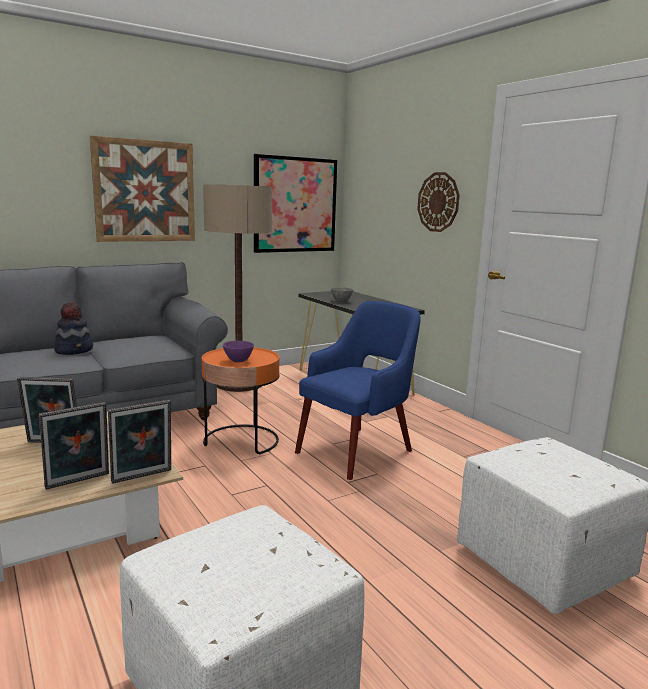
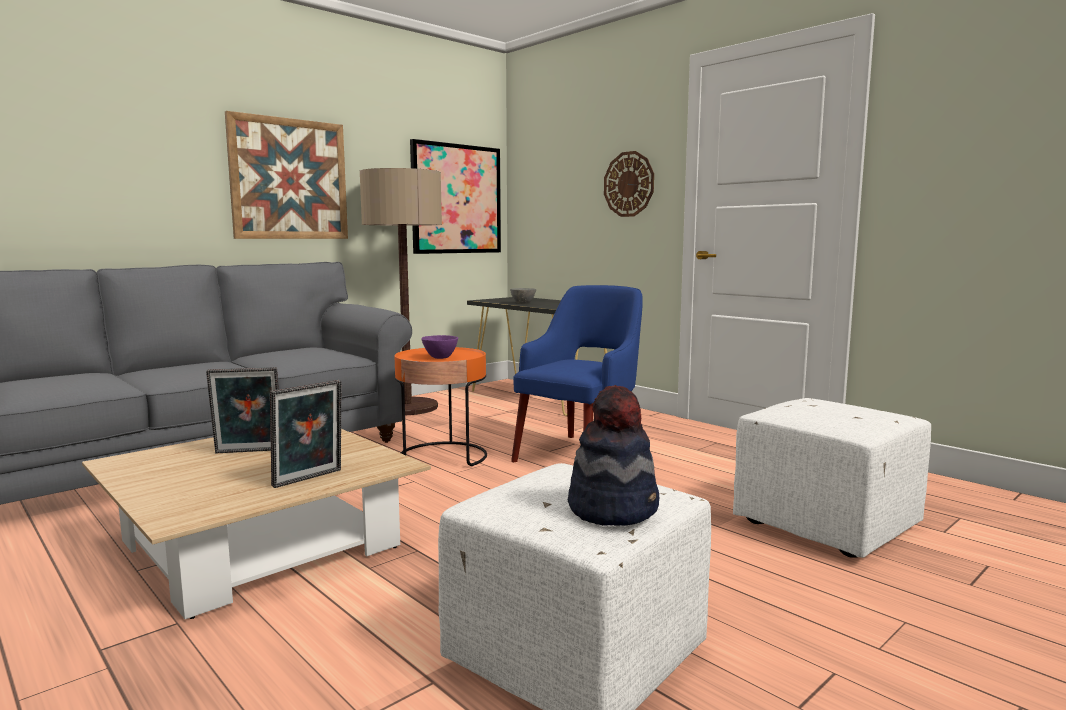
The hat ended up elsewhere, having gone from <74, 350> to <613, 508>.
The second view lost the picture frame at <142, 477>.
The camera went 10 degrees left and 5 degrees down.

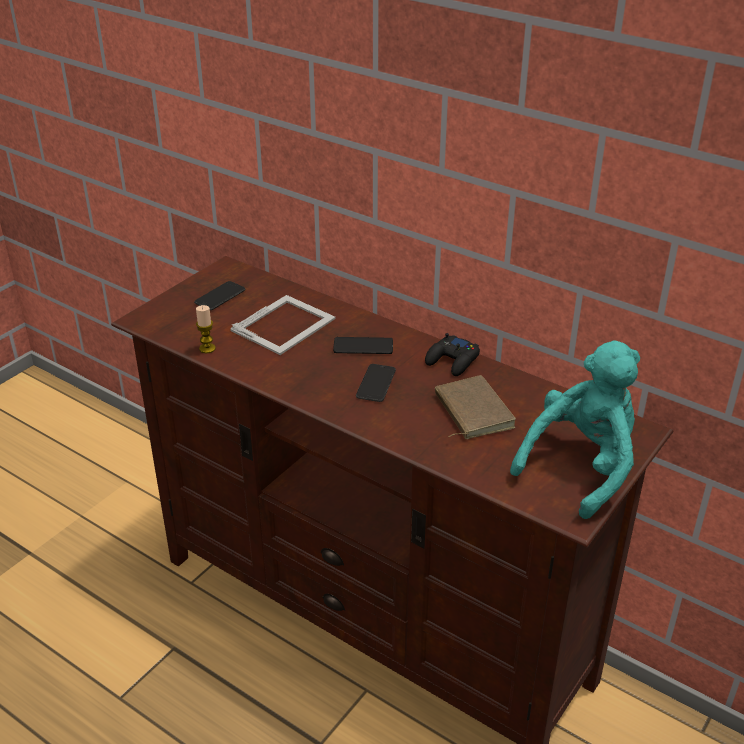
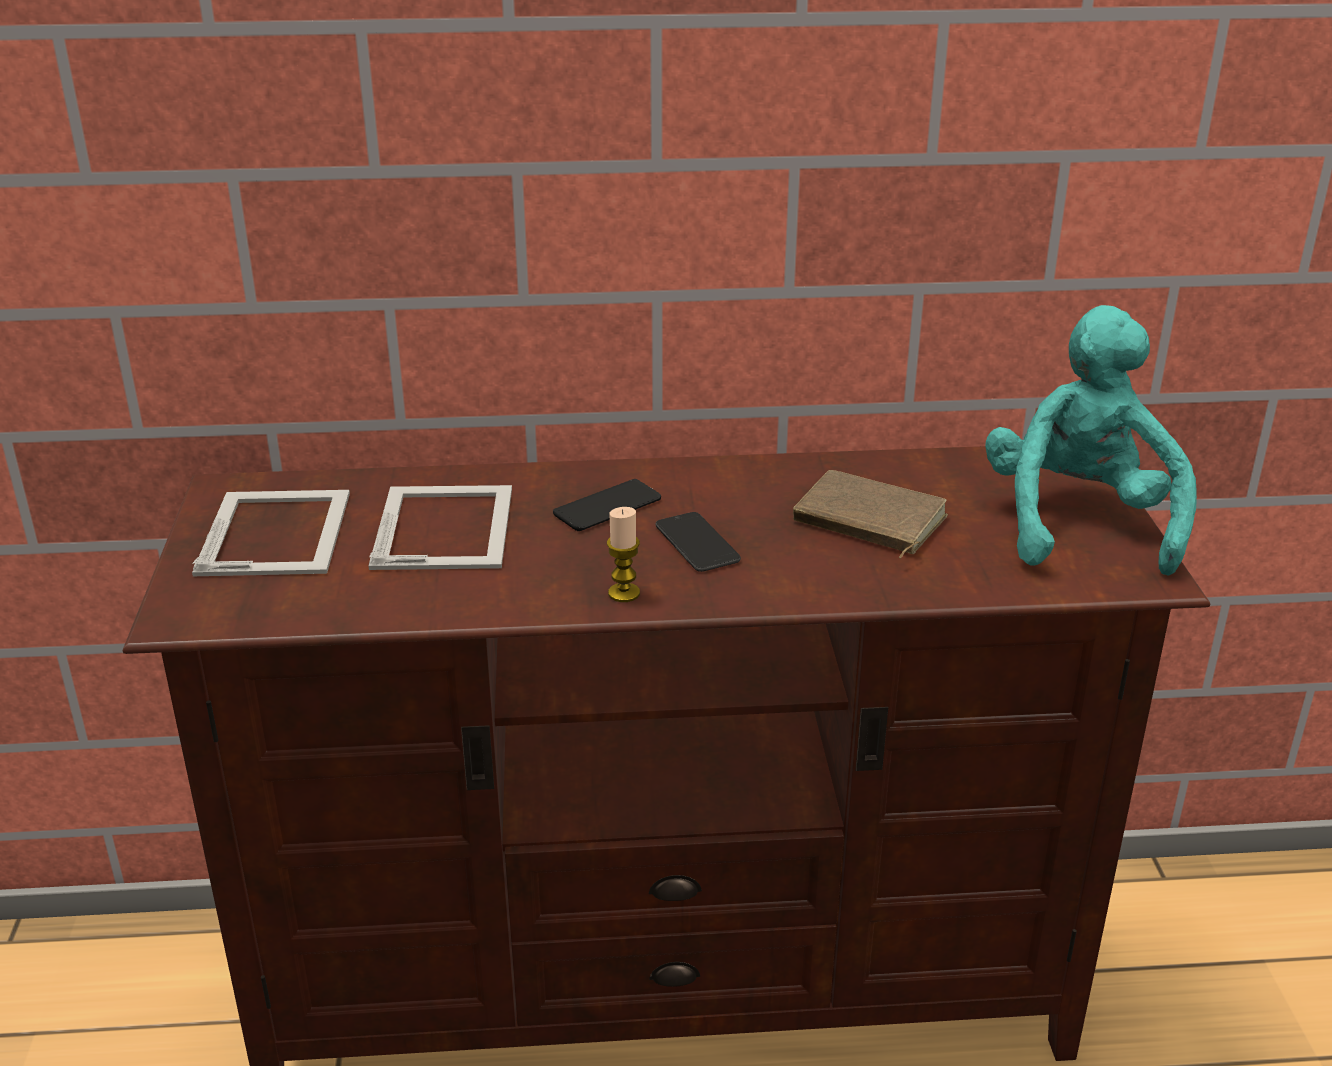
Where the phone stood at <220, 296>, the picture frame came to stand at <277, 531>.
The candle ended up elsewhere, having gone from <207, 348> to <624, 593>.
The second view lost the game controller in black at <452, 361>.
The camera went 40 degrees left and 5 degrees down.

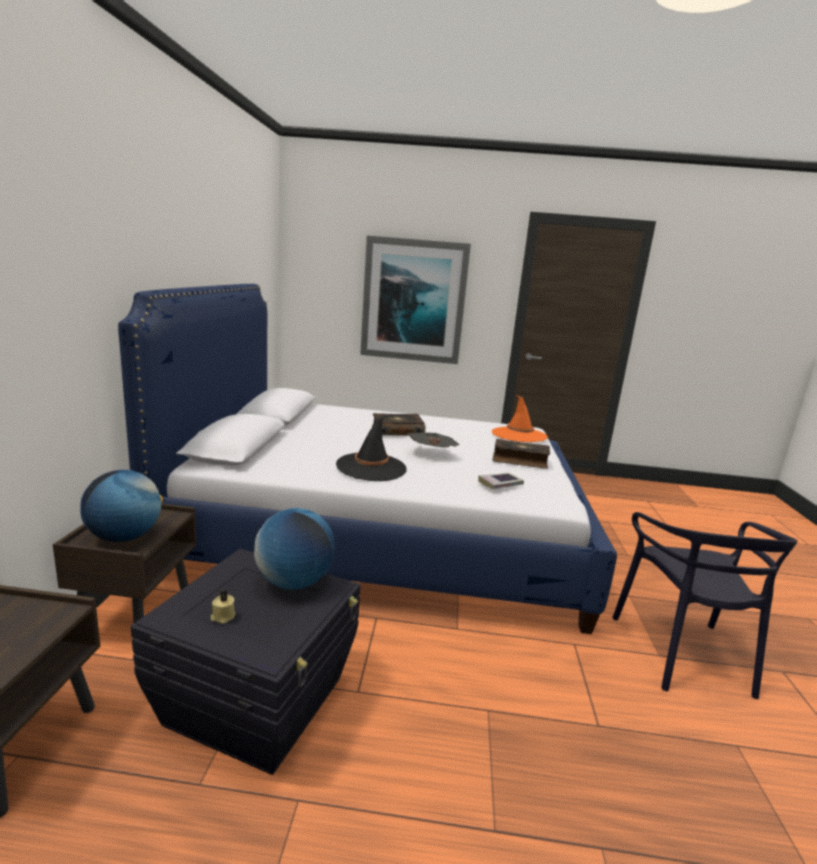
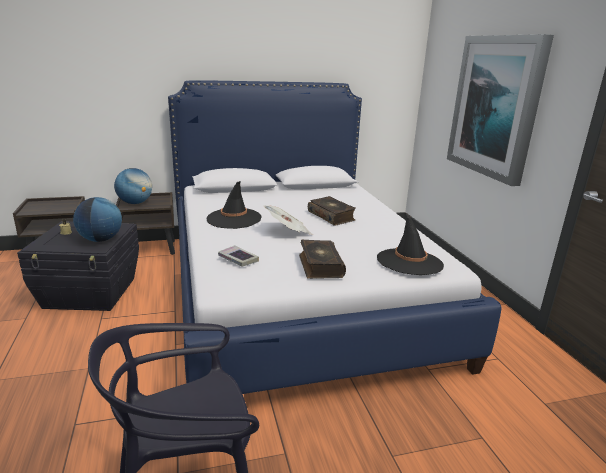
What was the hat in orange at <519, 435> turned into the hat in black at <409, 262>.
The camera went 70 degrees right and 5 degrees up.

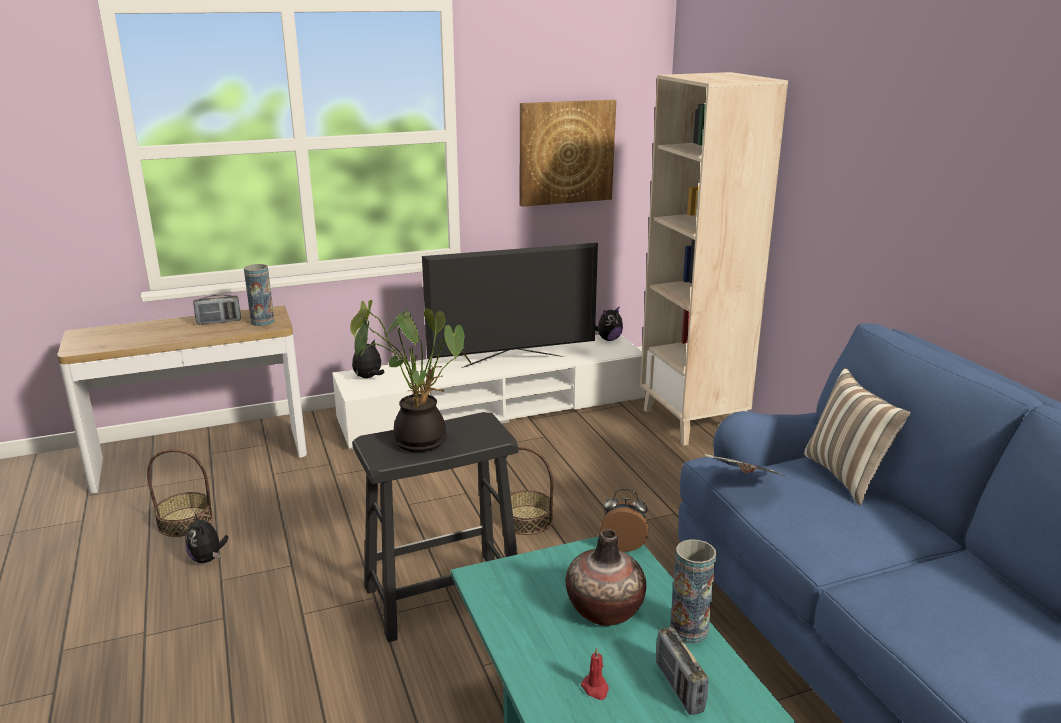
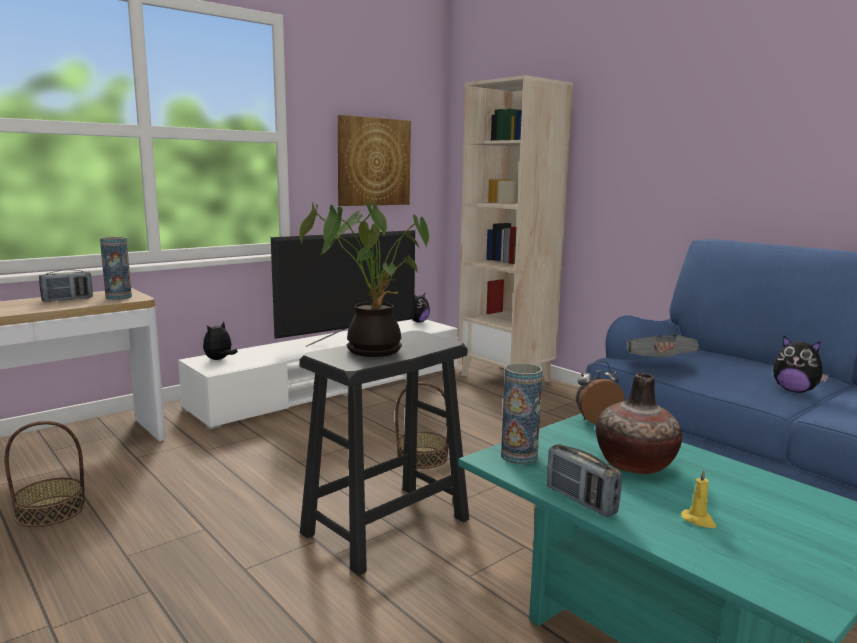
The plush toy ended up elsewhere, having gone from <208, 559> to <795, 391>.
What was the candle in red at <595, 689> turned into the candle in yellow at <699, 520>.
The radio ended up elsewhere, having gone from <679, 687> to <580, 500>.
The vase ended up elsewhere, having gone from <689, 630> to <519, 456>.
The second view lost the pillow at <847, 476>.
The camera went 20 degrees left and 10 degrees down.

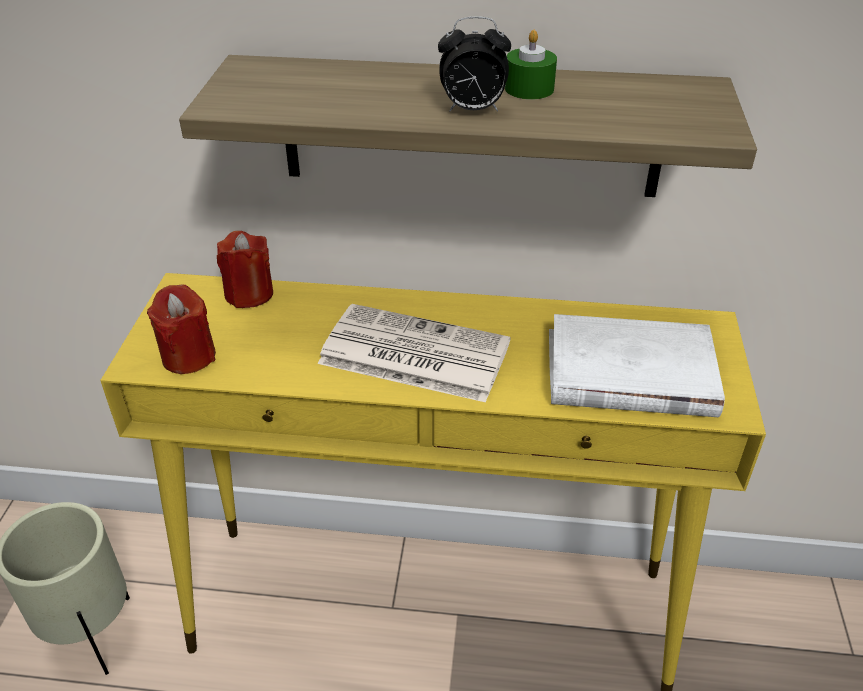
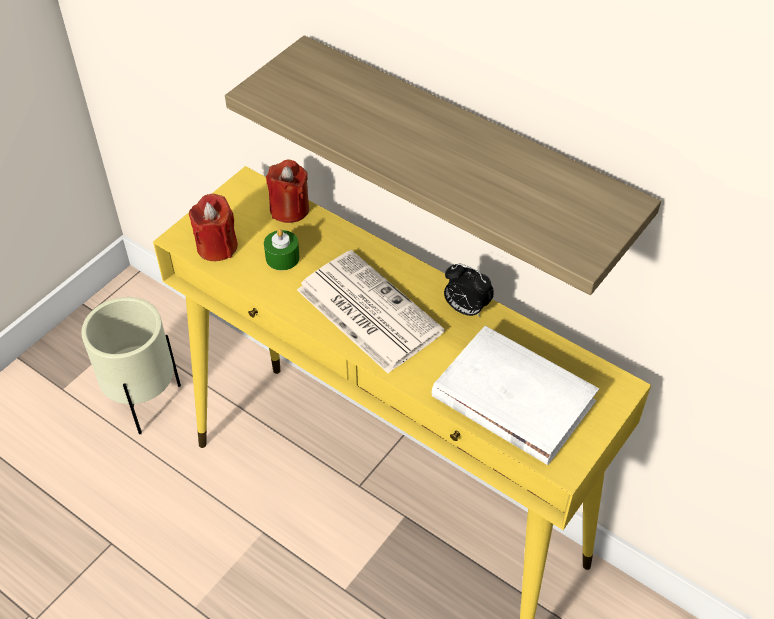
The alarm clock ended up elsewhere, having gone from <472, 110> to <465, 309>.
The candle in green ended up elsewhere, having gone from <529, 89> to <282, 257>.
The camera went 30 degrees right and 10 degrees up.

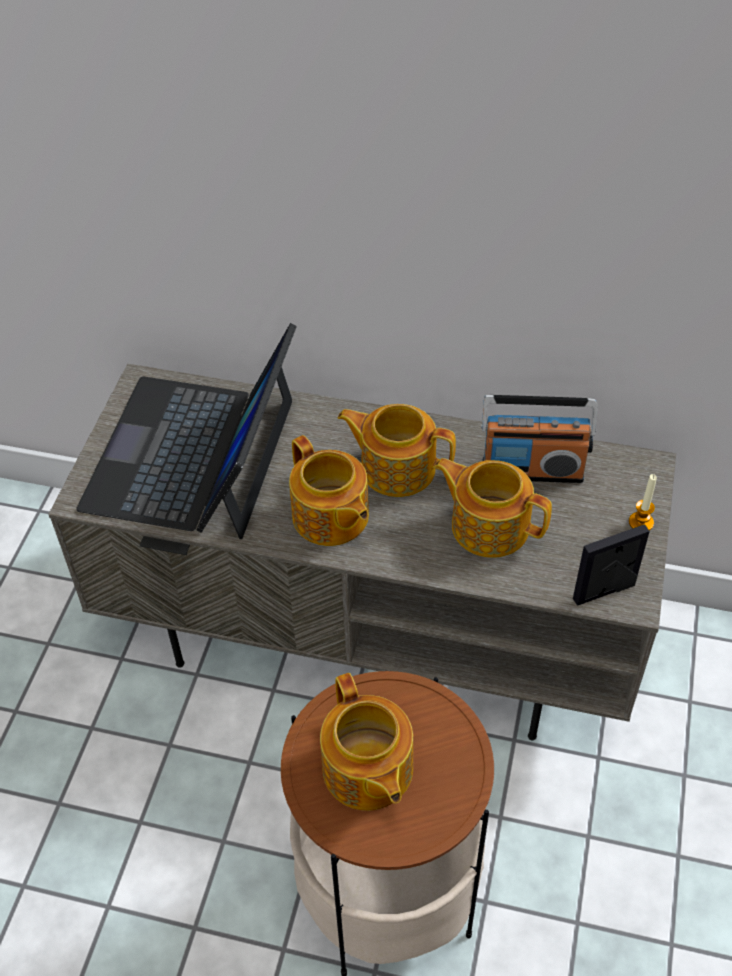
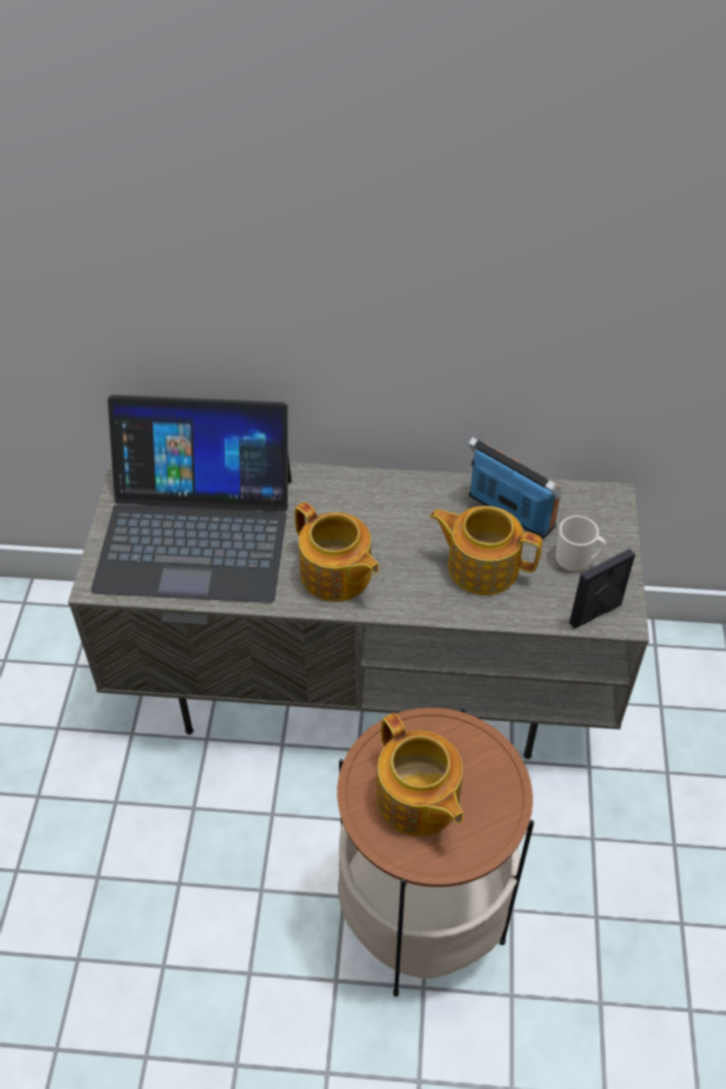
The laptop at <193, 455> ended up facing another way, 90 degrees counterclockwise from before.
The second view lost the teapot at <396, 467>.
The radio at <532, 470> ended up facing another way, 135 degrees counterclockwise from before.
The second view lost the candle at <641, 522>.
The second view gained the mug at <577, 560>.
The camera went 10 degrees left and 0 degrees up.

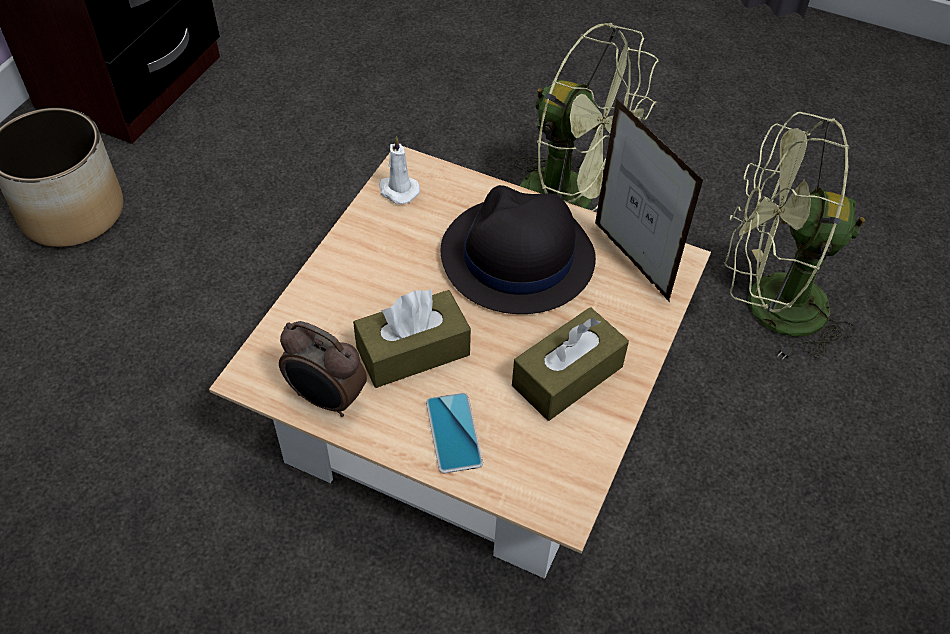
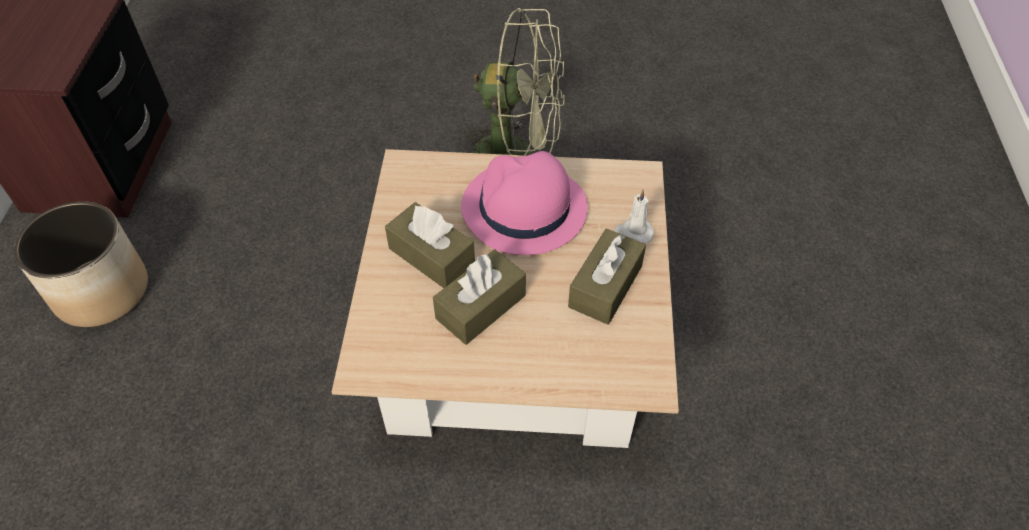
The second view lost the alarm clock at <326, 399>.
The candle in white ended up elsewhere, having gone from <397, 190> to <633, 232>.
The second view lost the phone at <454, 433>.
What was the hat in black at <516, 257> turned into the hat in pink at <523, 209>.
The second view lost the picture frame at <631, 261>.
The second view lost the fan in green at <768, 306>.
The second view gained the tissue box in brown at <431, 256>.
The camera went 20 degrees left and 0 degrees up.

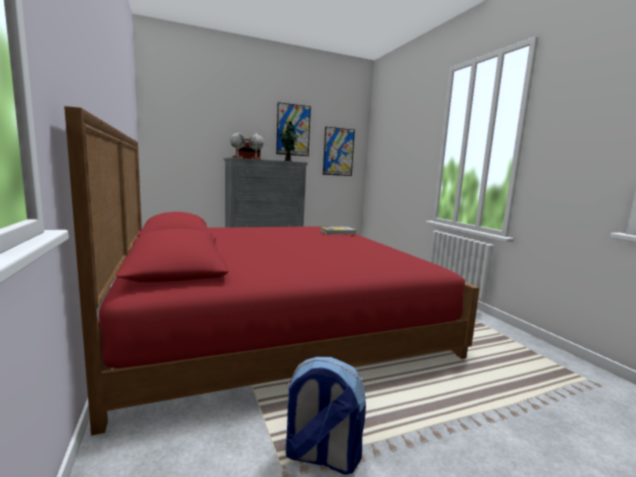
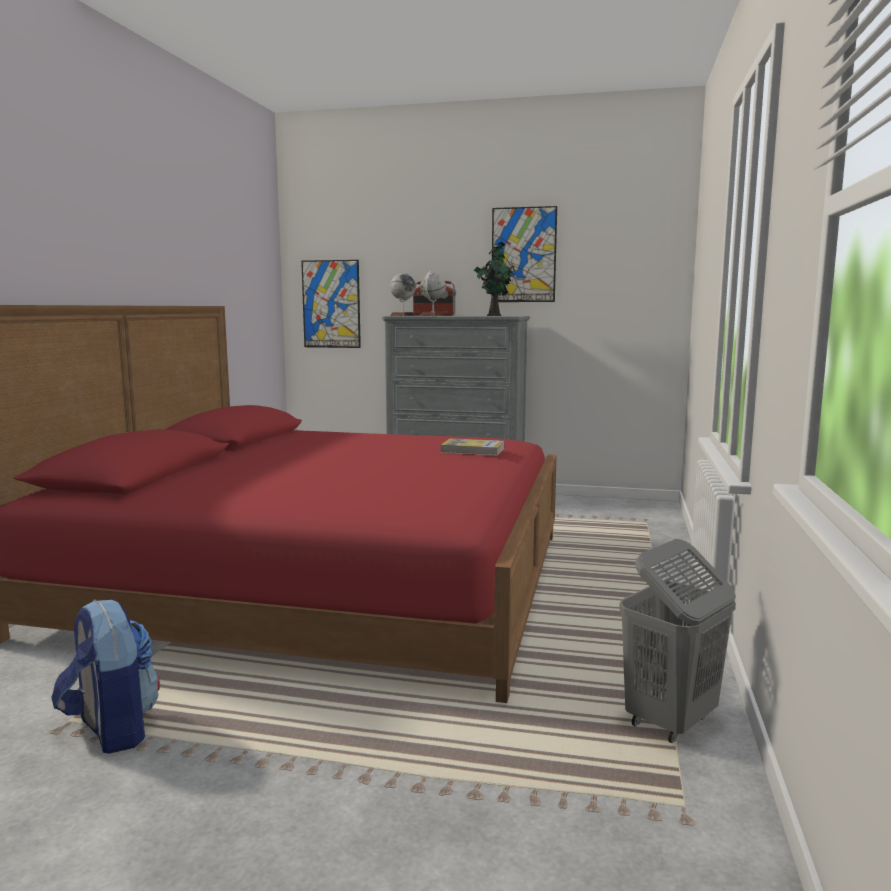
The picture ended up elsewhere, having gone from <338, 152> to <331, 304>.
The second view gained the laundry basket in grey at <670, 721>.
The camera went 35 degrees right and 0 degrees up.

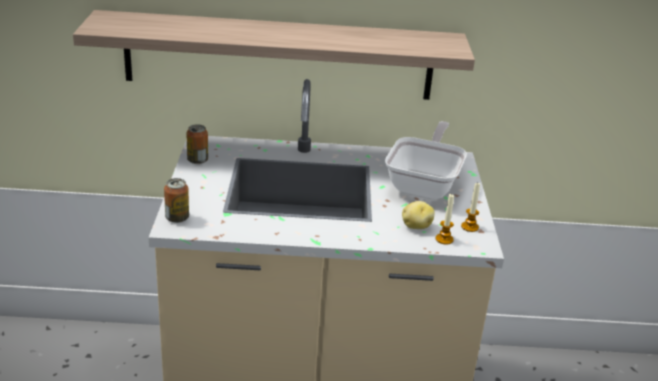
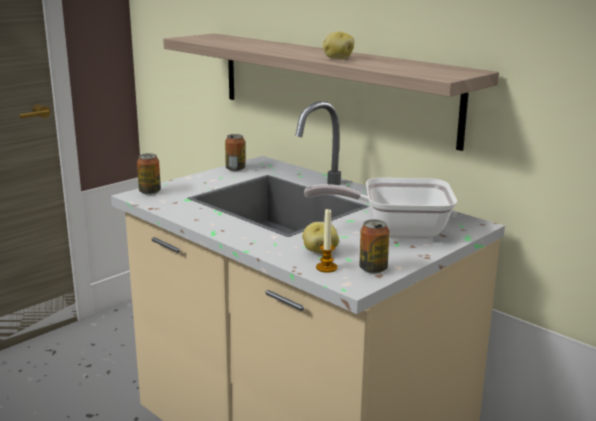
The frying pan at <425, 184> ended up facing another way, 150 degrees counterclockwise from before.
Where the candle stood at <469, 227>, the can came to stand at <373, 269>.
The second view gained the potato at <337, 58>.
The camera went 45 degrees right and 10 degrees down.

